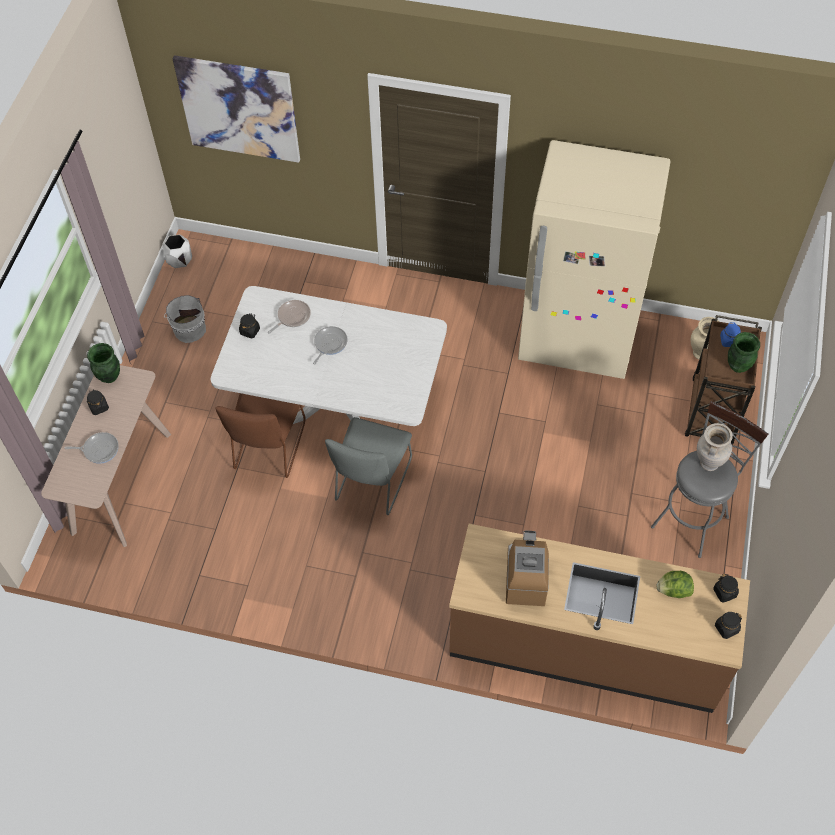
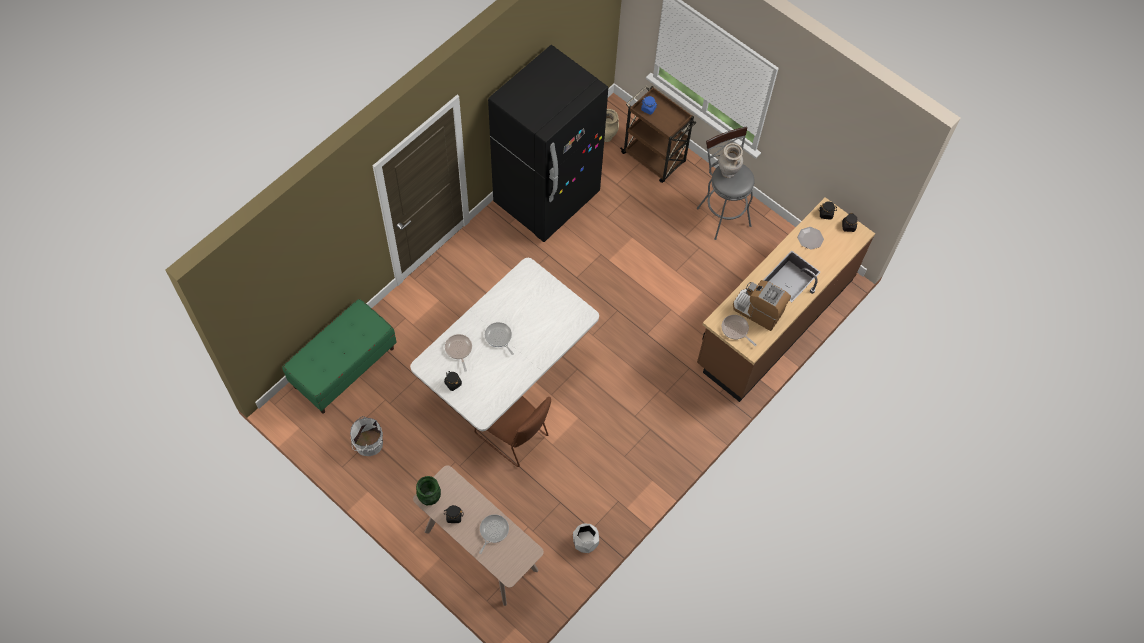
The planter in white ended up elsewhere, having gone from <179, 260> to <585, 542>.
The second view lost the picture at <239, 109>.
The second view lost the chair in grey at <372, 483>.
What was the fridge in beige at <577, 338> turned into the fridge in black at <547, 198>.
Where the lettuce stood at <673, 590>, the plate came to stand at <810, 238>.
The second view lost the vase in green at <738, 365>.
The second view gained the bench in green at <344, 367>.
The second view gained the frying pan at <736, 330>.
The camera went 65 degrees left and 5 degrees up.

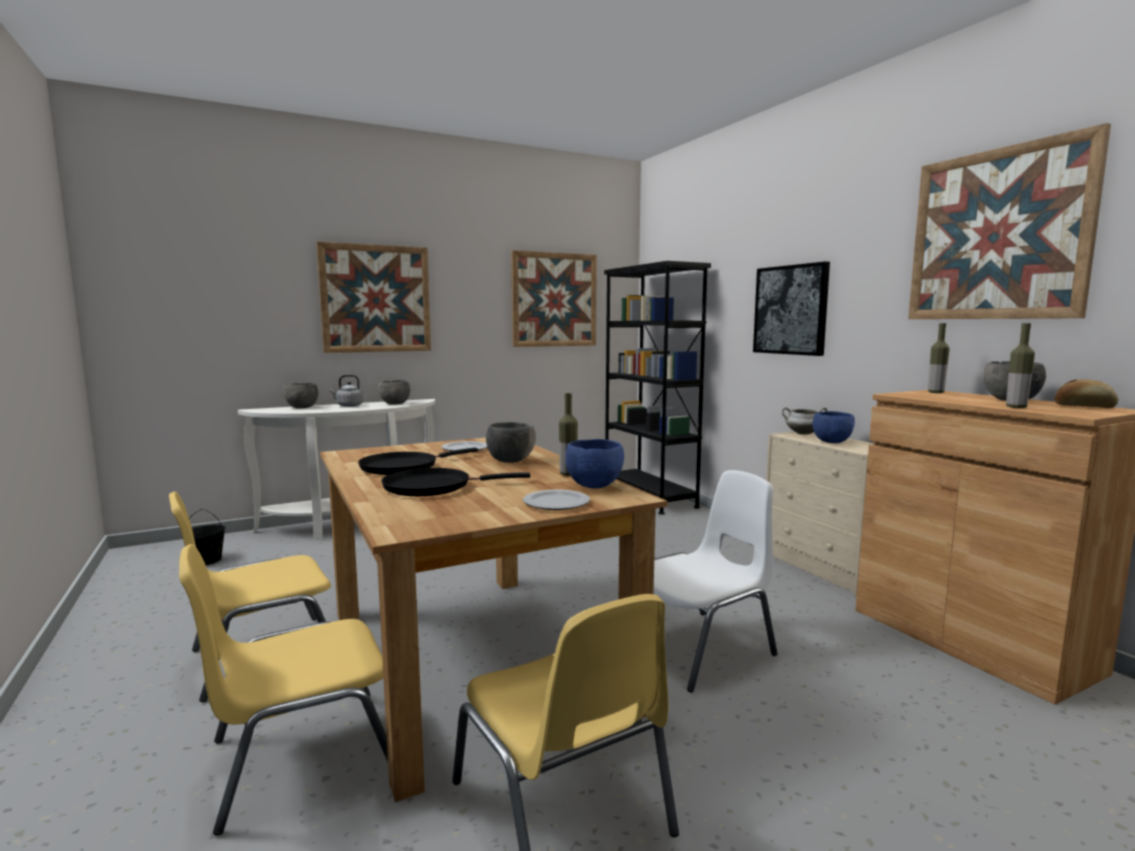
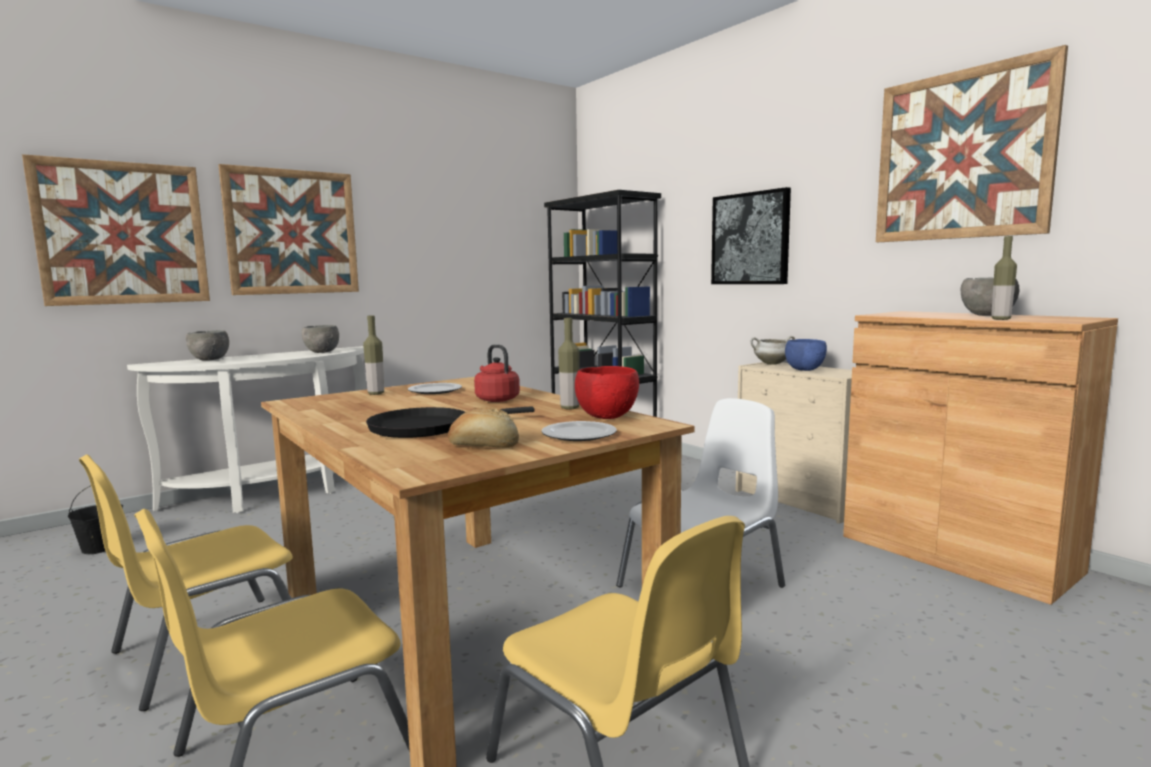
The second view lost the kettle in grey at <348, 406>.
The second view lost the frying pan in black at <403, 467>.
Where the bowl in grey stood at <510, 461>, the kettle in red came to stand at <496, 399>.
The picture ended up elsewhere, having gone from <554, 300> to <123, 233>.
What was the bowl in blue at <595, 486> turned into the bowl in red at <607, 417>.
The bottle ended up elsewhere, having gone from <935, 392> to <376, 393>.
The bread ended up elsewhere, having gone from <1083, 407> to <484, 446>.
The camera went 10 degrees left and 0 degrees up.

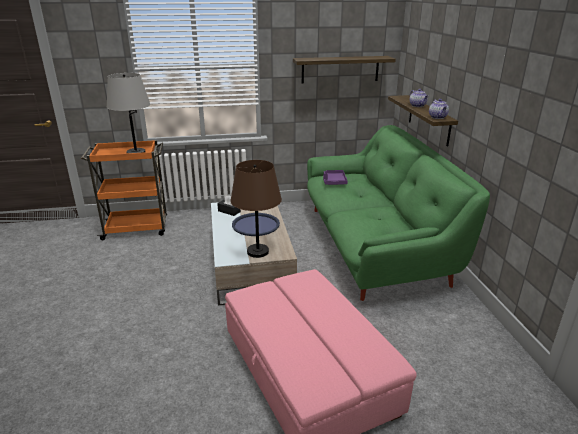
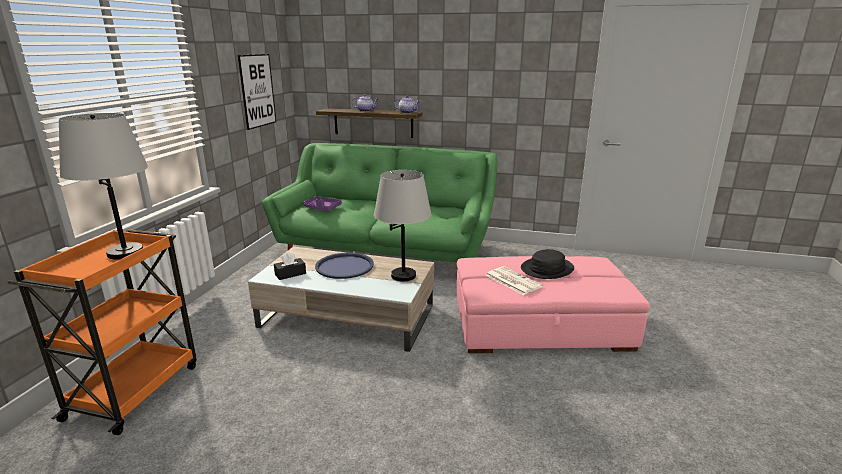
What was the table lamp in brown at <258, 251> turned into the table lamp in grey at <403, 275>.
Where the shelf hung at <340, 69>, the picture came to hang at <257, 91>.
The second view gained the newspaper at <512, 281>.
The second view gained the hat in black at <547, 269>.
The camera went 65 degrees left and 5 degrees down.

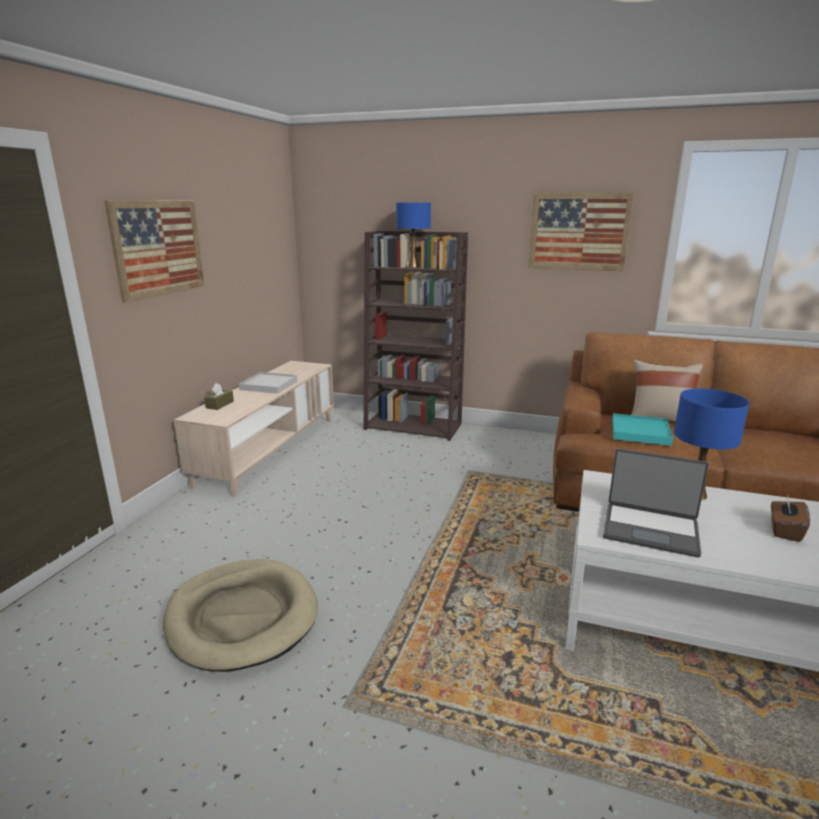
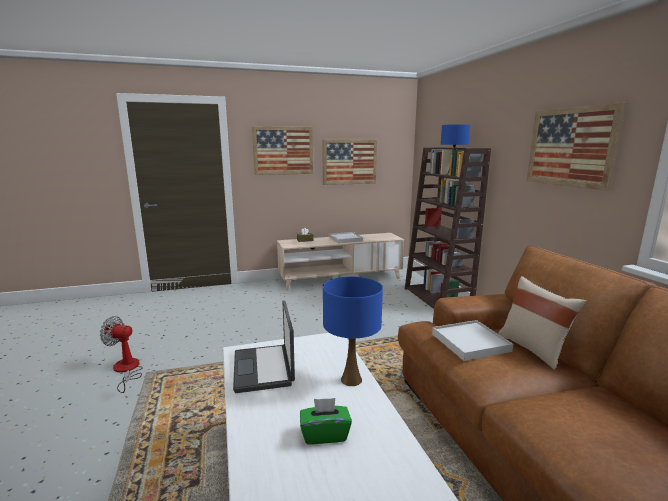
The second view lost the dog bed in beige at <242, 617>.
What was the tray in turquoise at <640, 432> turned into the tray in white at <470, 342>.
What was the tissue box in brown at <784, 530> turned into the tissue box in green at <325, 434>.
The second view gained the fan at <126, 370>.
The second view gained the picture at <349, 161>.
The camera went 55 degrees right and 5 degrees down.

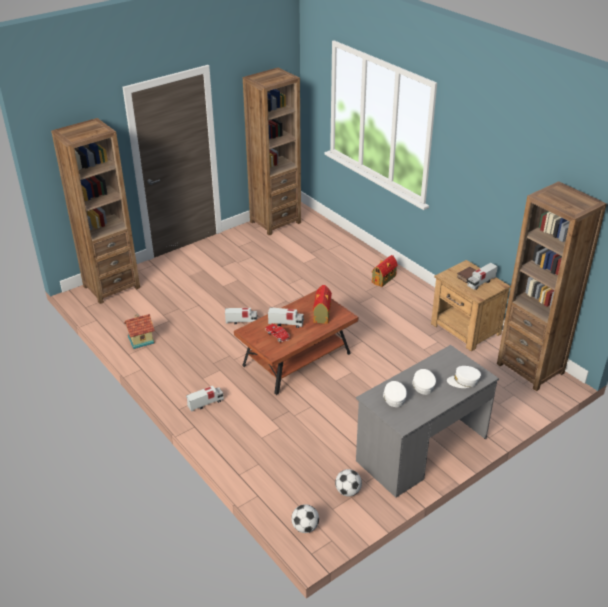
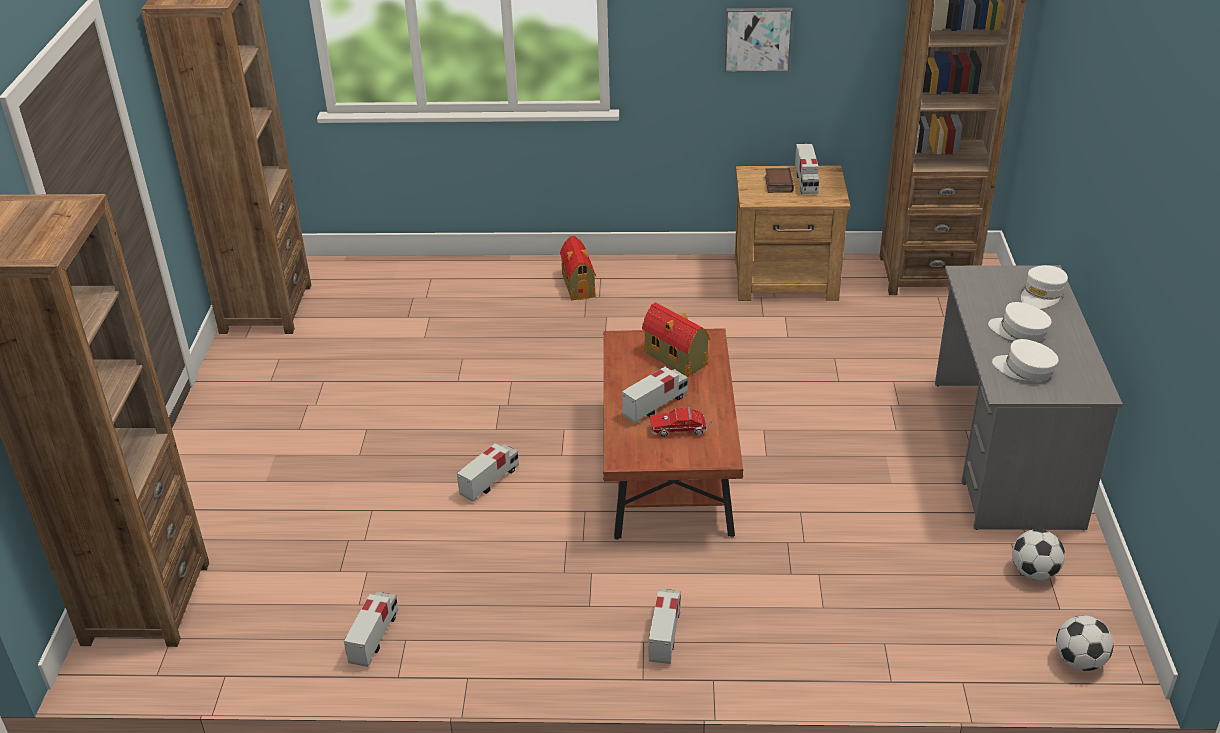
Where the toy house stood at <140, 339>, the toy truck came to stand at <374, 637>.
The second view gained the picture at <757, 38>.
The camera went 50 degrees left and 0 degrees up.

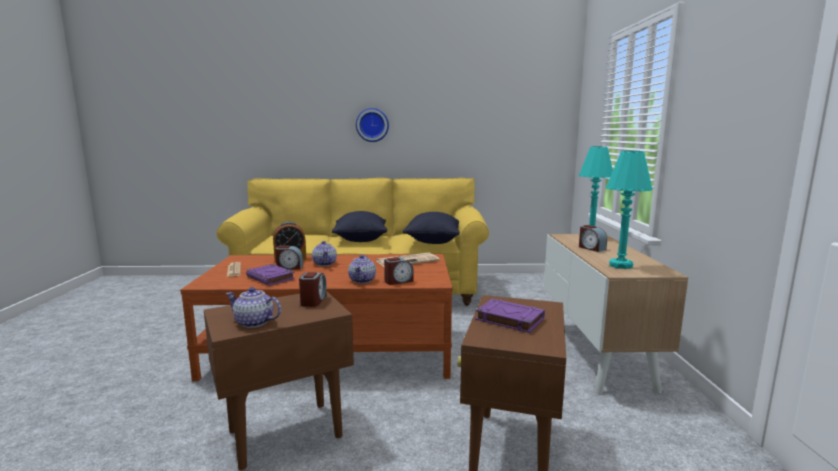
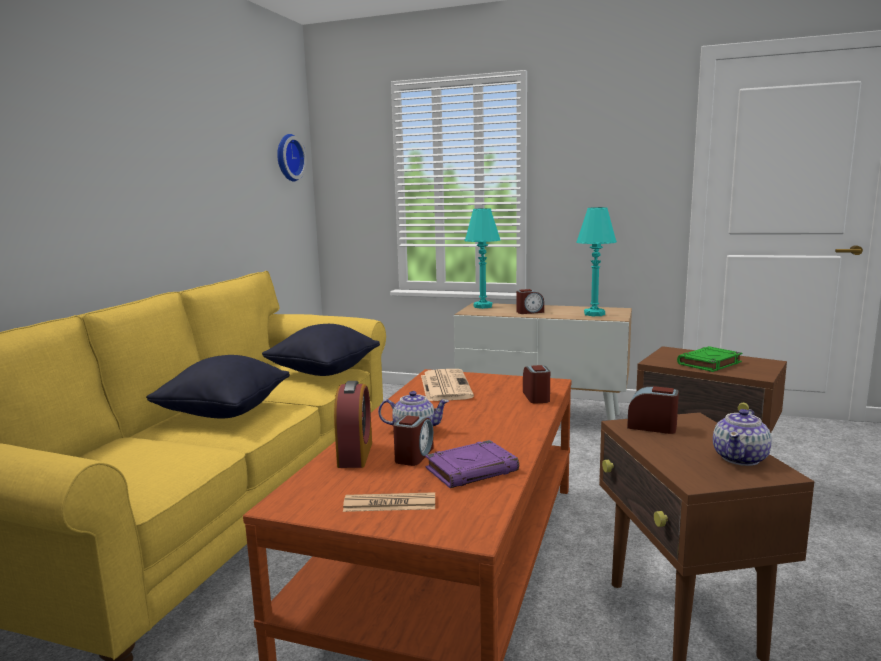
The second view lost the teapot at <362, 280>.
The wall clock ended up elsewhere, having gone from <372, 125> to <288, 158>.
What was the book in purple at <509, 319> turned into the book in green at <709, 363>.
The camera went 70 degrees left and 0 degrees up.

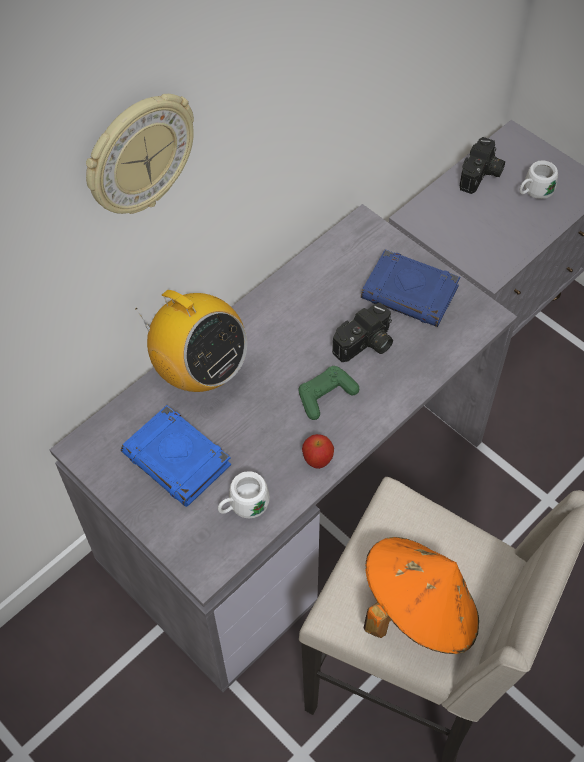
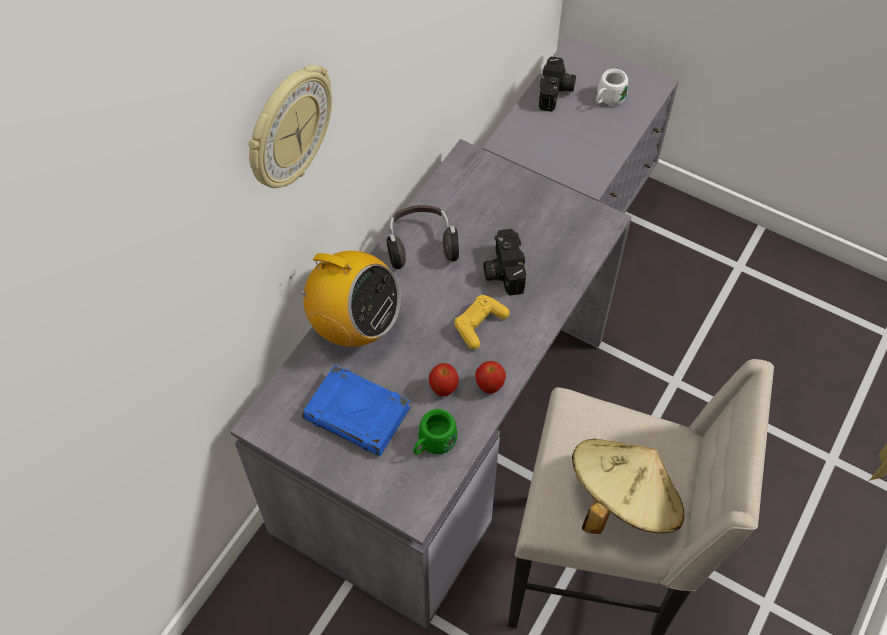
What was the mug in white at <243, 506> turned into the mug in green at <433, 443>.
What was the game controller in green at <326, 396> turned into the game controller in yellow at <479, 325>.
The photo camera at <365, 345> ended up facing another way, 135 degrees clockwise from before.
The second view lost the book in blue at <411, 293>.
What was the hat in orange at <417, 609> turned into the hat in beige at <621, 500>.
The second view gained the headphones at <421, 245>.
The second view gained the apple at <443, 389>.
The camera went 15 degrees left and 0 degrees up.

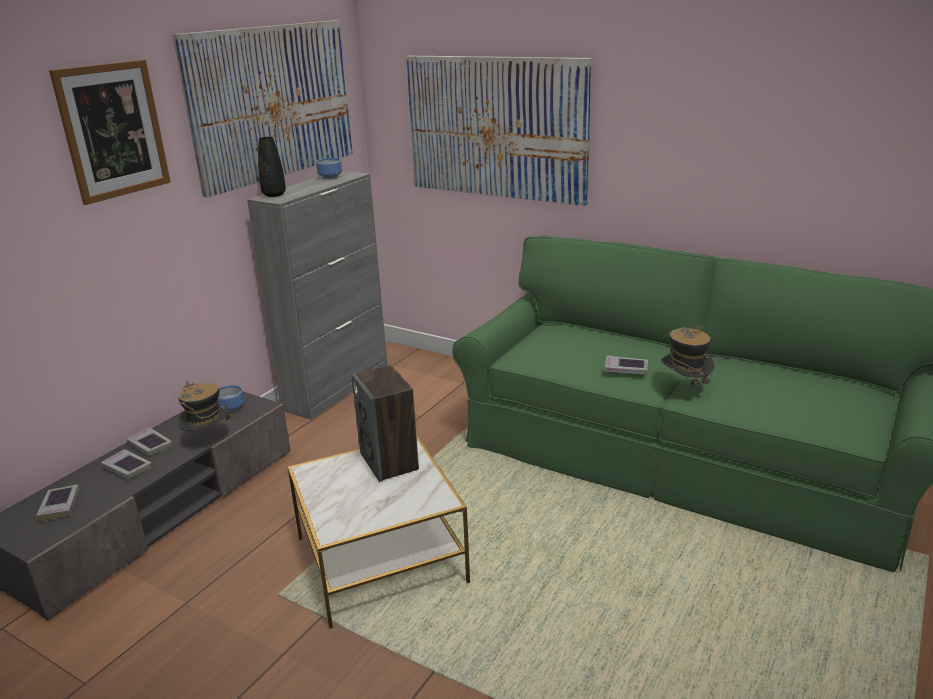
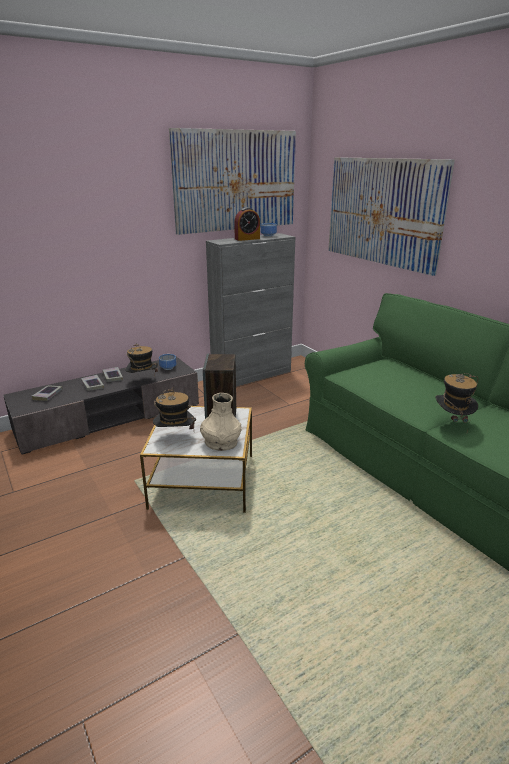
The second view lost the picture at <113, 130>.
The second view lost the vase in black at <274, 195>.
The second view lost the book at <626, 369>.
The second view gained the hat at <175, 437>.
The second view gained the vase in beige at <221, 442>.
The second view gained the alarm clock at <247, 239>.
The camera went 25 degrees right and 0 degrees up.

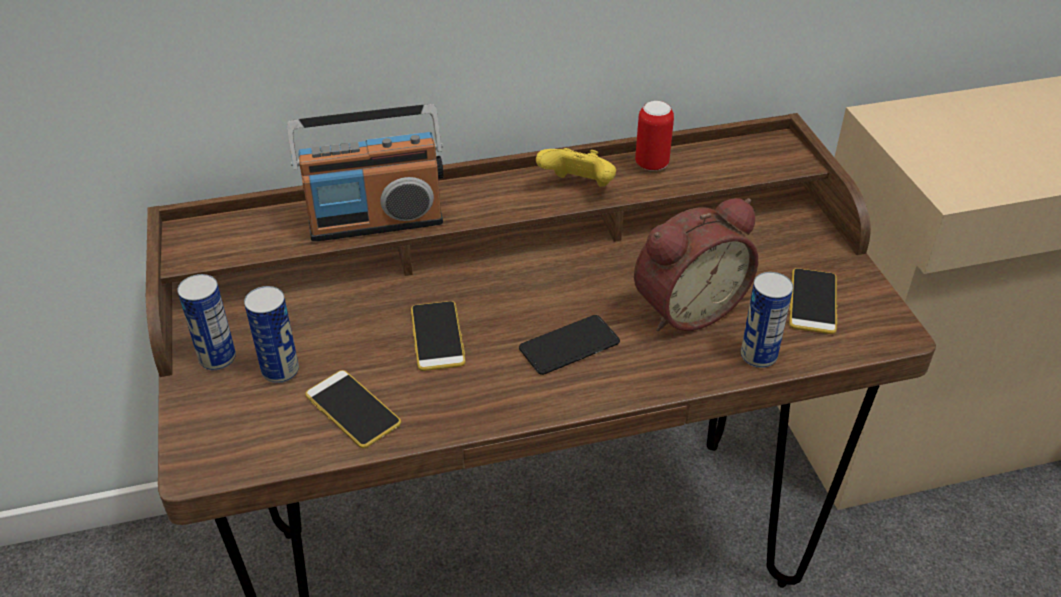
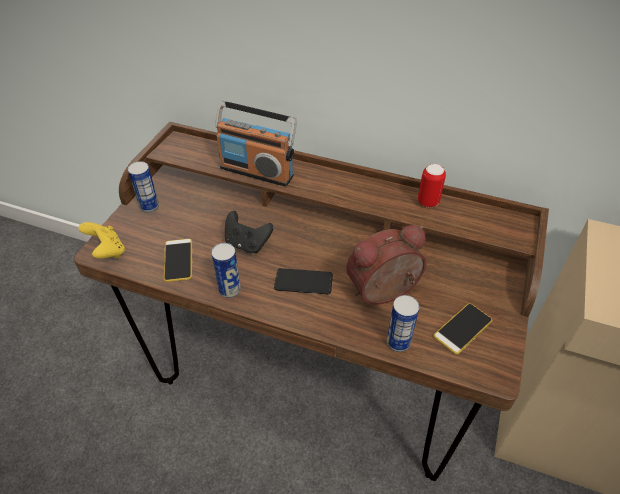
The can ended up elsewhere, having gone from <280, 370> to <229, 290>.
Where the phone stood at <437, 336>, the game controller in black came to stand at <247, 244>.
The game controller in yellow ended up elsewhere, having gone from <578, 187> to <107, 251>.
The alarm clock at <685, 307> ended up facing another way, 150 degrees clockwise from before.
The camera went 35 degrees right and 5 degrees up.

